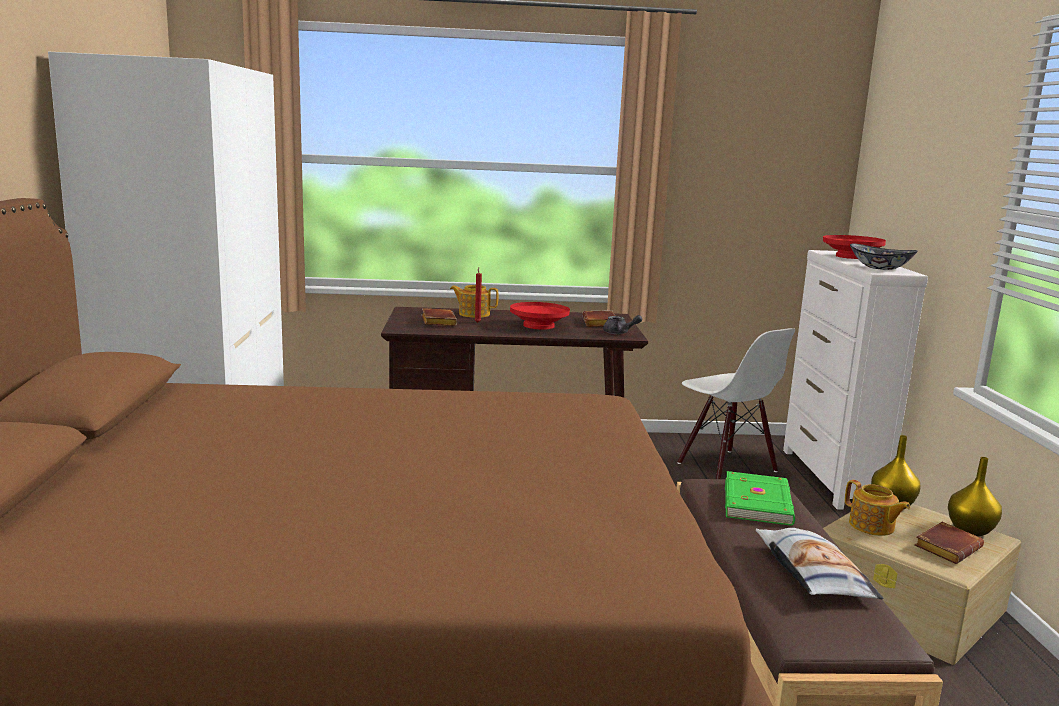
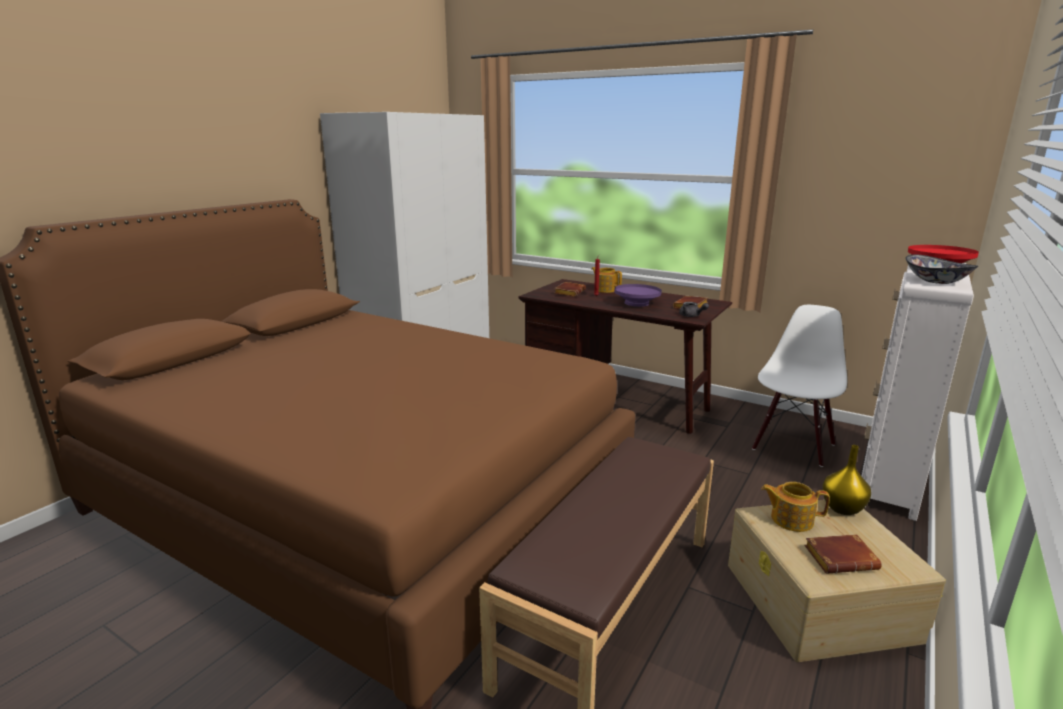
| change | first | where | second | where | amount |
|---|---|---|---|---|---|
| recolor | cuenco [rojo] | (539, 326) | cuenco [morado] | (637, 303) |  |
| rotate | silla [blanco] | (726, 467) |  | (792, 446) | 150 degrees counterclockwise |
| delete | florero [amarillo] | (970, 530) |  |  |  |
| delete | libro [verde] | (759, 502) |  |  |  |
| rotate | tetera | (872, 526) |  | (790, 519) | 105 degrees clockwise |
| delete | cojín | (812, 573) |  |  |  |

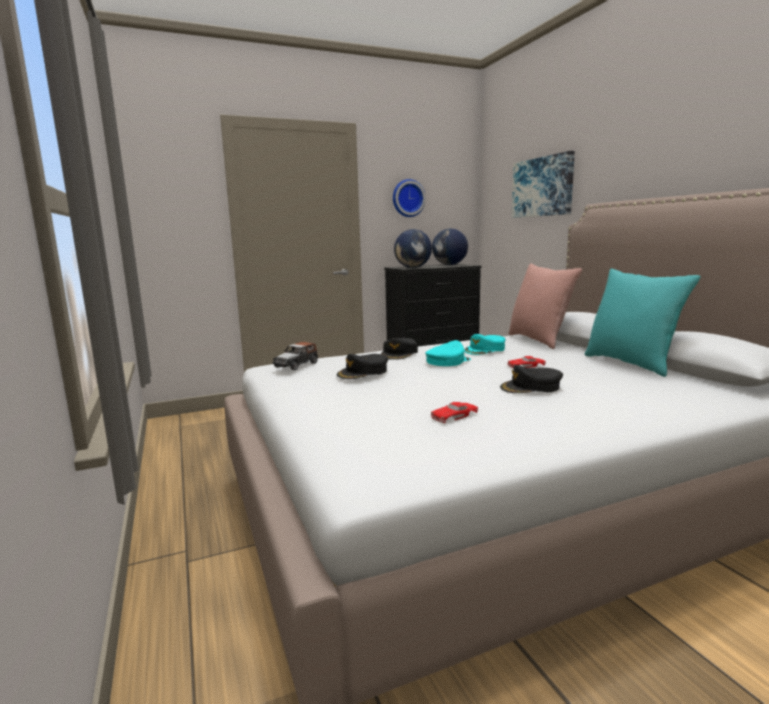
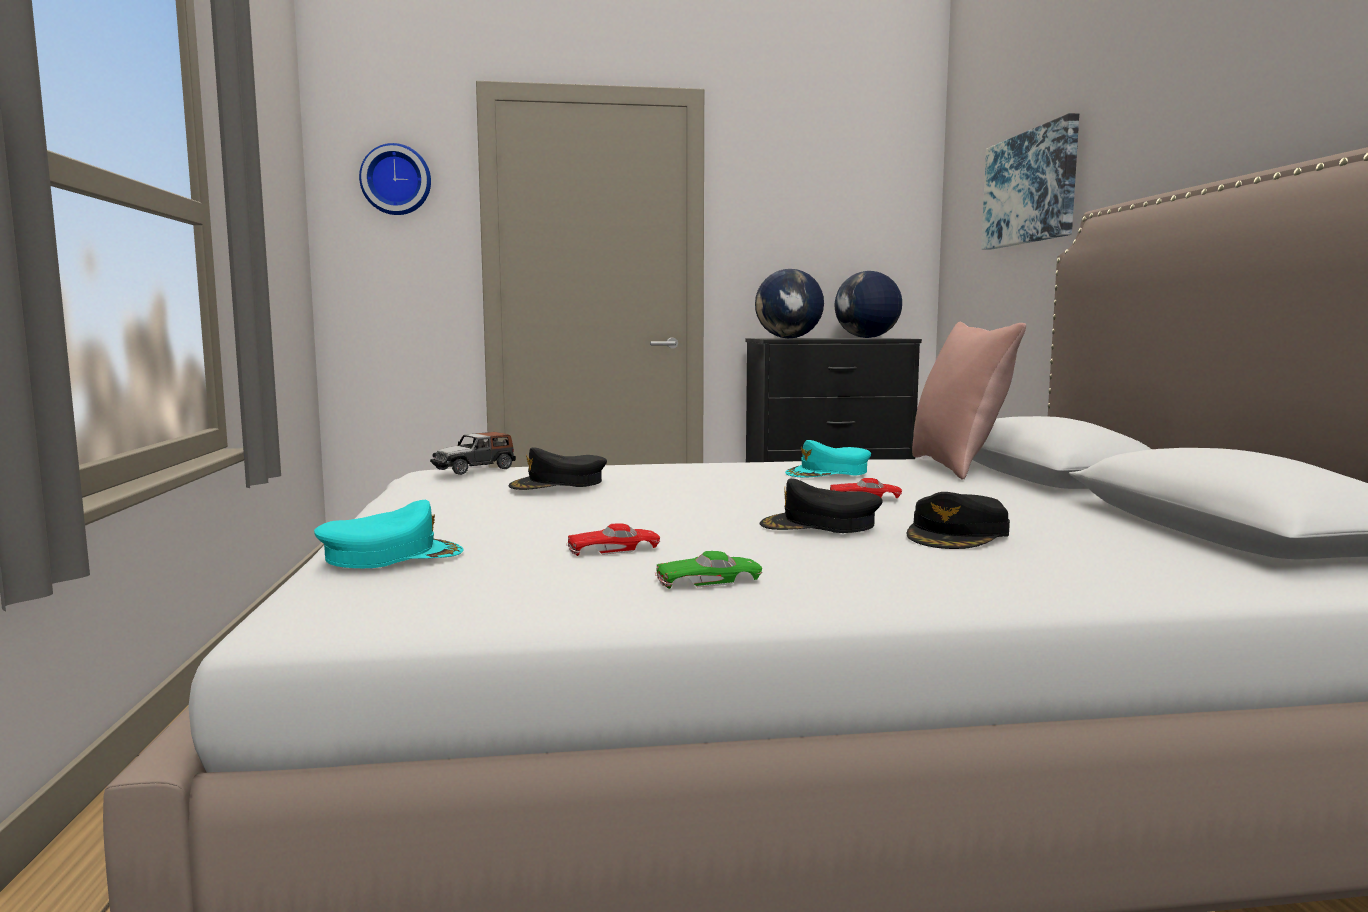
| change | first | where | second | where | amount |
|---|---|---|---|---|---|
| move | reloj de pared | (407, 198) |  | (396, 180) |  |
| delete | cojín [turquesa] | (631, 364) |  |  |  |
| move | gorra [negro] | (399, 353) |  | (958, 535) |  |
| move | gorra [turquesa] | (447, 361) |  | (391, 555) |  |
| insert |  |  | coche de juguete [verde] | (708, 580) |  |

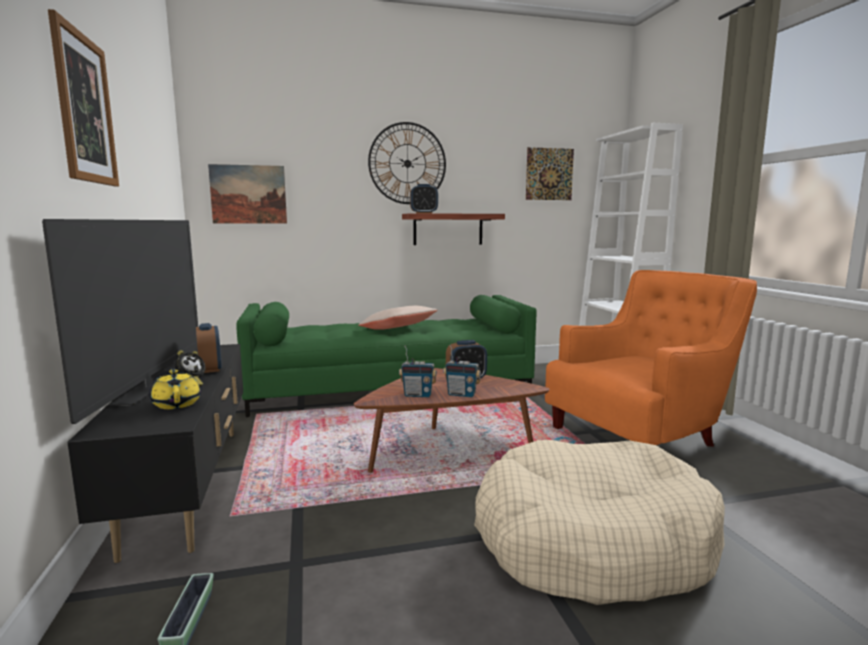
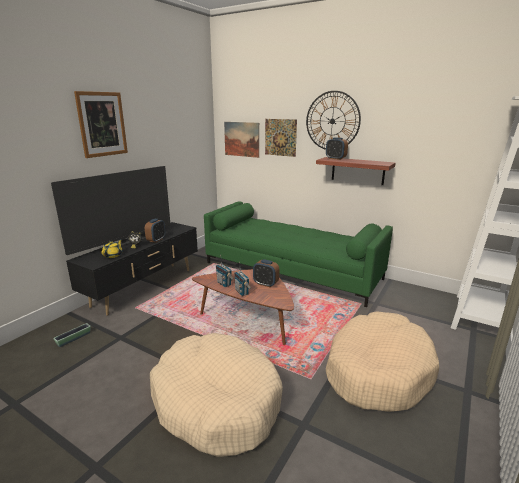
| change | first | where | second | where | amount |
|---|---|---|---|---|---|
| move | cuadro | (549, 174) |  | (280, 137) |  |
| replace | sillón [naranja] | (642, 435) | cama para perro [beis] | (377, 370) |  |
| delete | cojín [beis] | (398, 329) |  |  |  |

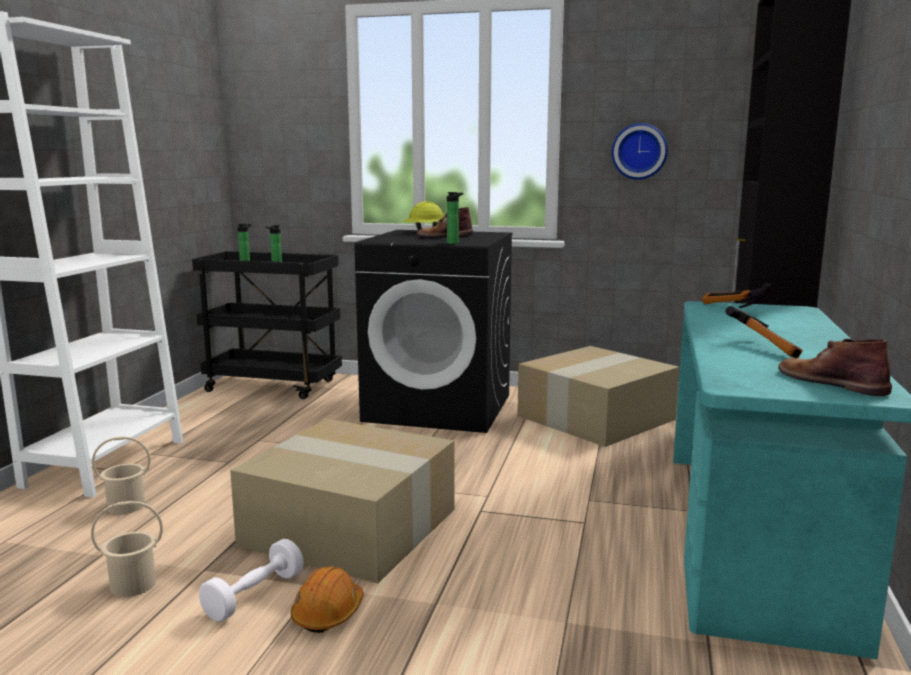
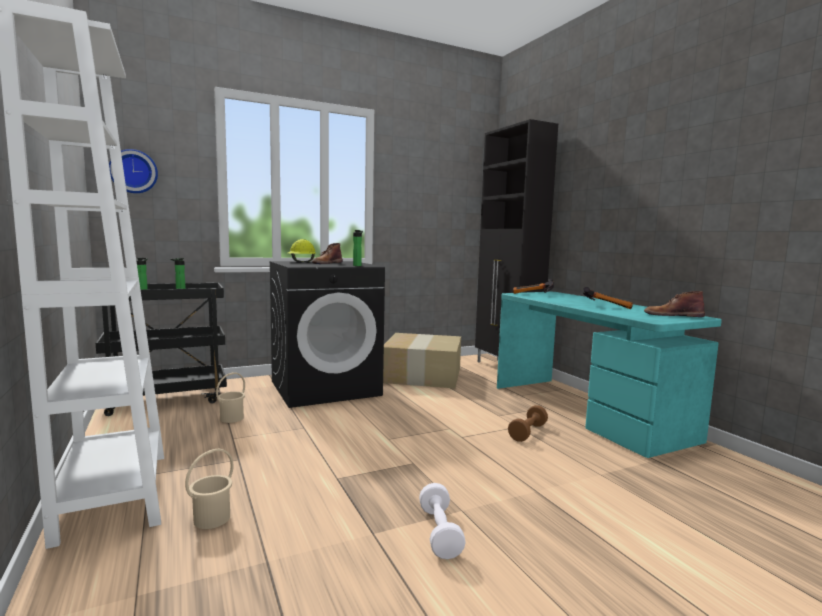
| change | first | where | second | where | amount |
|---|---|---|---|---|---|
| move | reloj de pared | (639, 151) |  | (133, 171) |  |
| delete | caja de cartón | (354, 526) |  |  |  |
| move | cubo [beis] | (133, 584) |  | (231, 418) |  |
| delete | casco [naranja] | (328, 613) |  |  |  |
| insert |  |  | mancuerna [marrón] | (527, 432) |  |

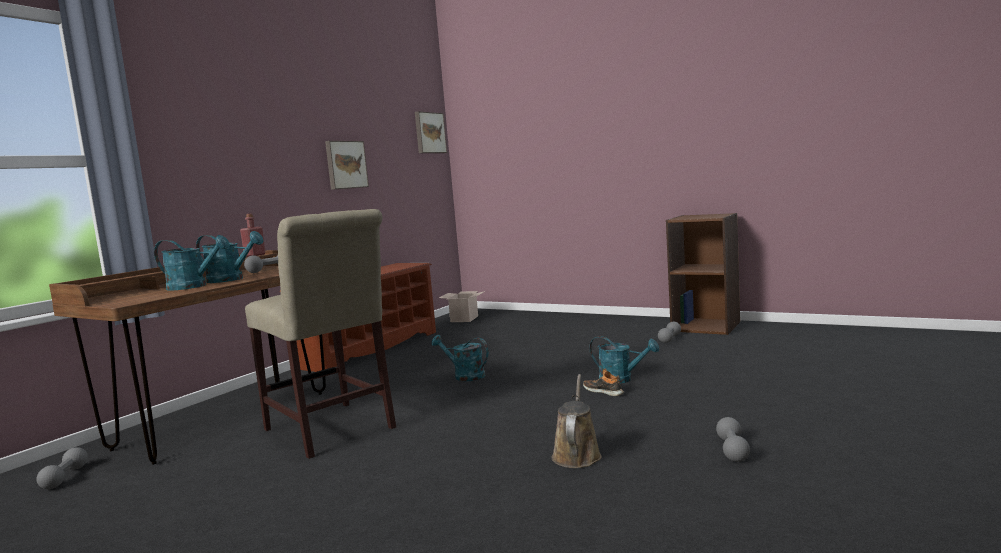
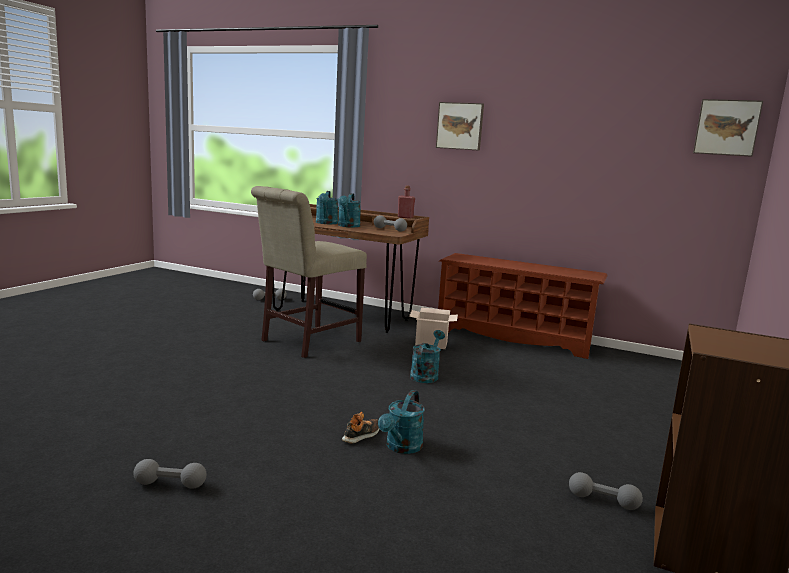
| change | first | where | second | where | amount |
|---|---|---|---|---|---|
| move | cuadro | (345, 165) |  | (460, 126) |  |
| move | caja de cartón | (464, 319) |  | (432, 343) |  |
| delete | regadera [marrón] | (576, 454) |  |  |  |

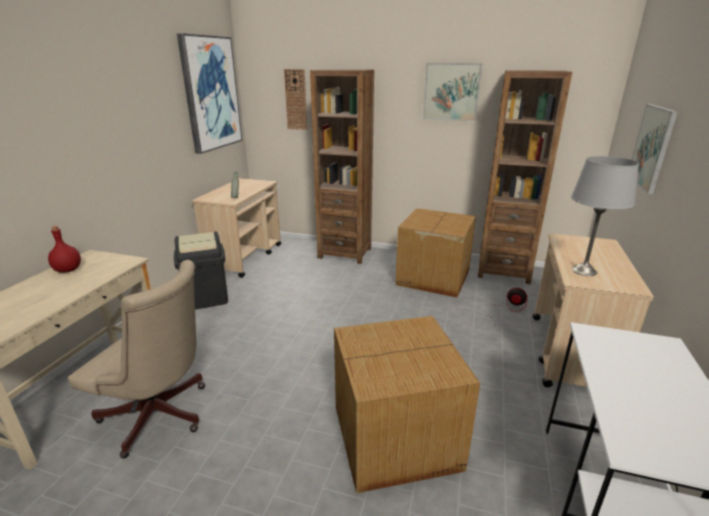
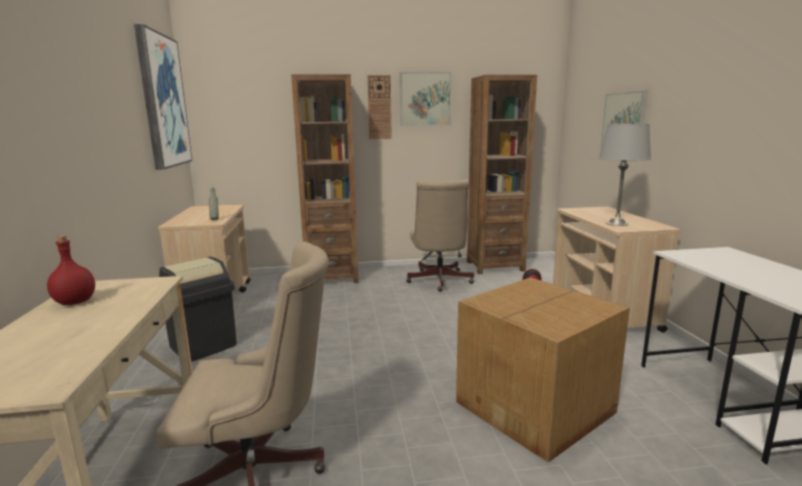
| change | first | where | second | where | amount |
|---|---|---|---|---|---|
| move | reloj de pared | (296, 99) |  | (379, 107) |  |
| replace | caja de cartón | (432, 278) | silla de oficina [beis] | (439, 281) |  |

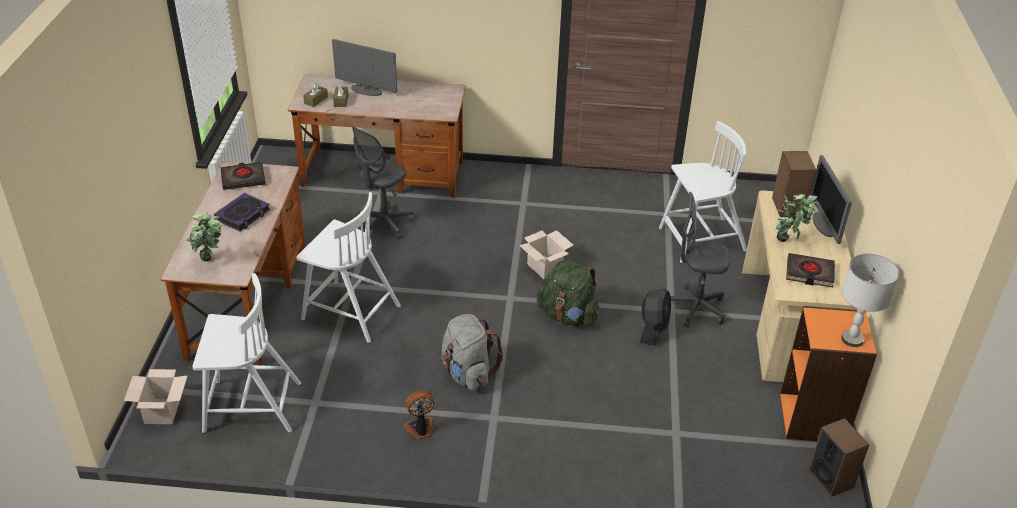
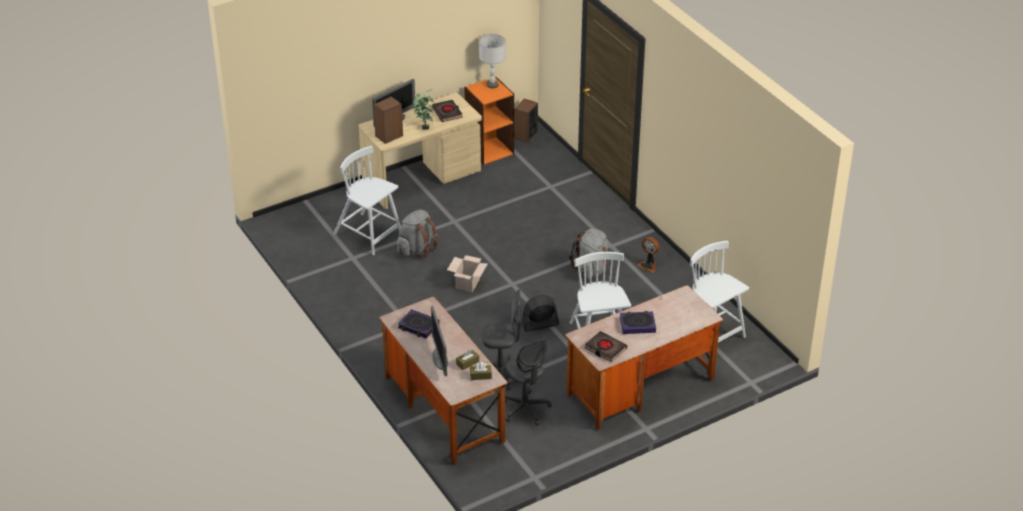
| change | first | where | second | where | amount |
|---|---|---|---|---|---|
| move | silla de oficina [gris] | (695, 308) |  | (525, 409) |  |
| delete | planta en maceta | (211, 262) |  |  |  |
| delete | mochila [verde] | (568, 316) |  |  |  |
| move | ventilador [negro] | (653, 329) |  | (540, 324) |  |
| delete | caja de cartón | (162, 410) |  |  |  |
| insert |  |  | mochila [gris] | (417, 249) |  |
| insert |  |  | libro | (418, 326) |  |

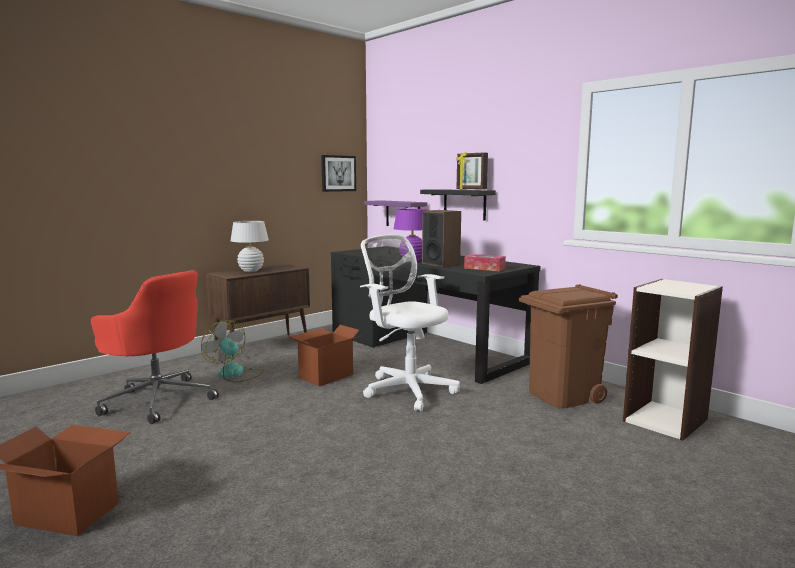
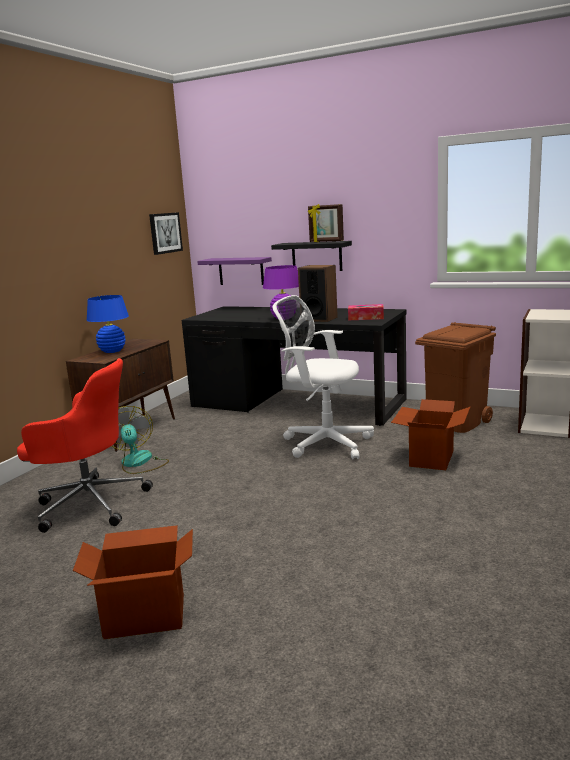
| change | first | where | second | where | amount |
|---|---|---|---|---|---|
| recolor | lámpara de mesa [blanco] | (251, 270) | lámpara de mesa [azul] | (112, 351) |  |
| rotate | ventilador | (235, 374) |  | (138, 463) | 45 degrees clockwise |
| move | caja de cartón | (325, 376) |  | (430, 458) |  |

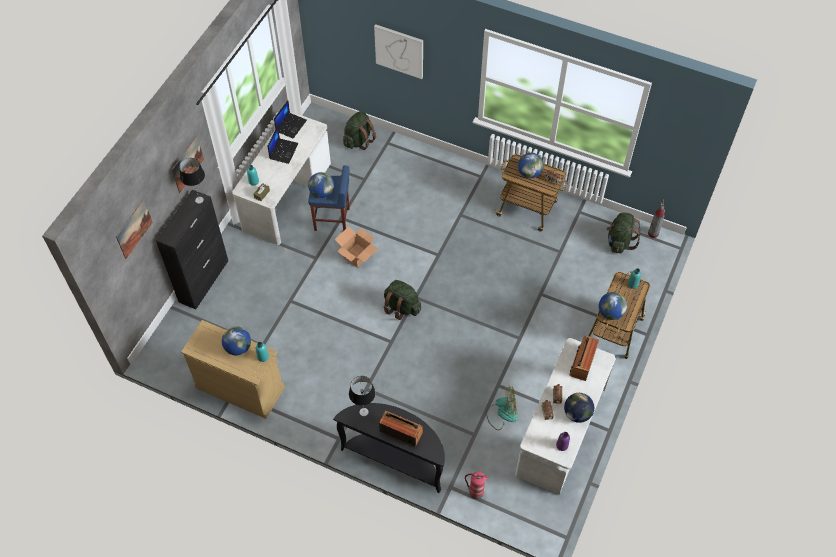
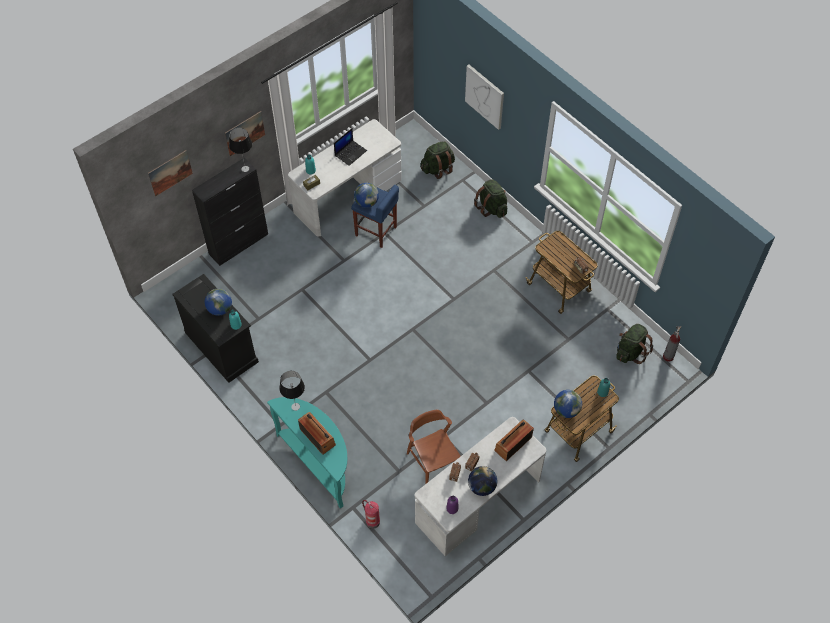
| change | first | where | second | where | amount |
|---|---|---|---|---|---|
| delete | portátil | (291, 125) |  |  |  |
| delete | globo terráqueo | (529, 173) |  |  |  |
| delete | caja de cartón | (357, 255) |  |  |  |
| move | mochila [verde] | (401, 307) |  | (491, 208) |  |
| recolor | cómoda [beis] | (240, 387) | cómoda [negro] | (221, 347) |  |
| replace | ventilador | (502, 413) | silla [marrón] | (433, 463) |  |
| recolor | mesa consola [negro] | (396, 458) | mesa consola [turquesa] | (319, 463) |  |

